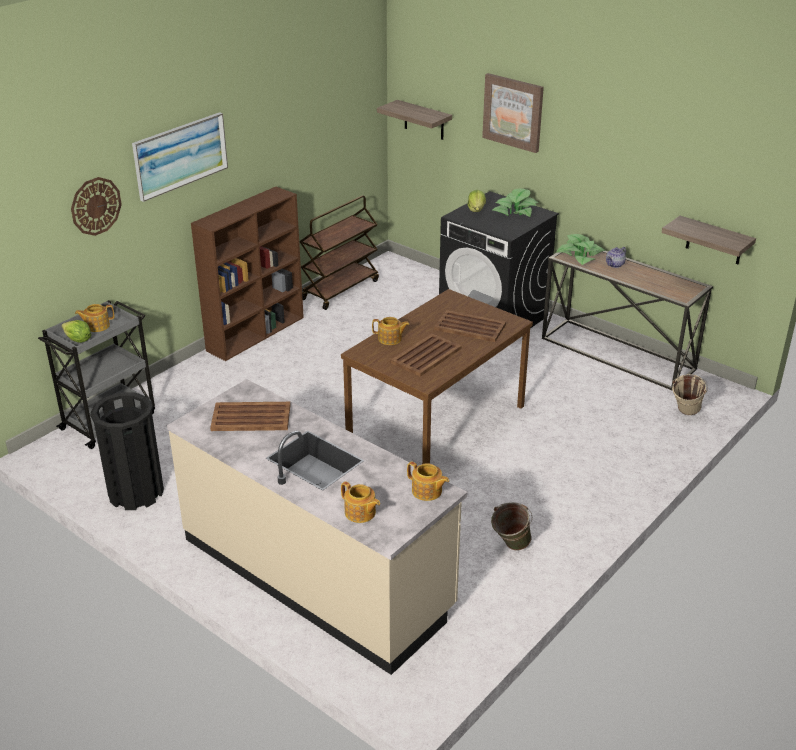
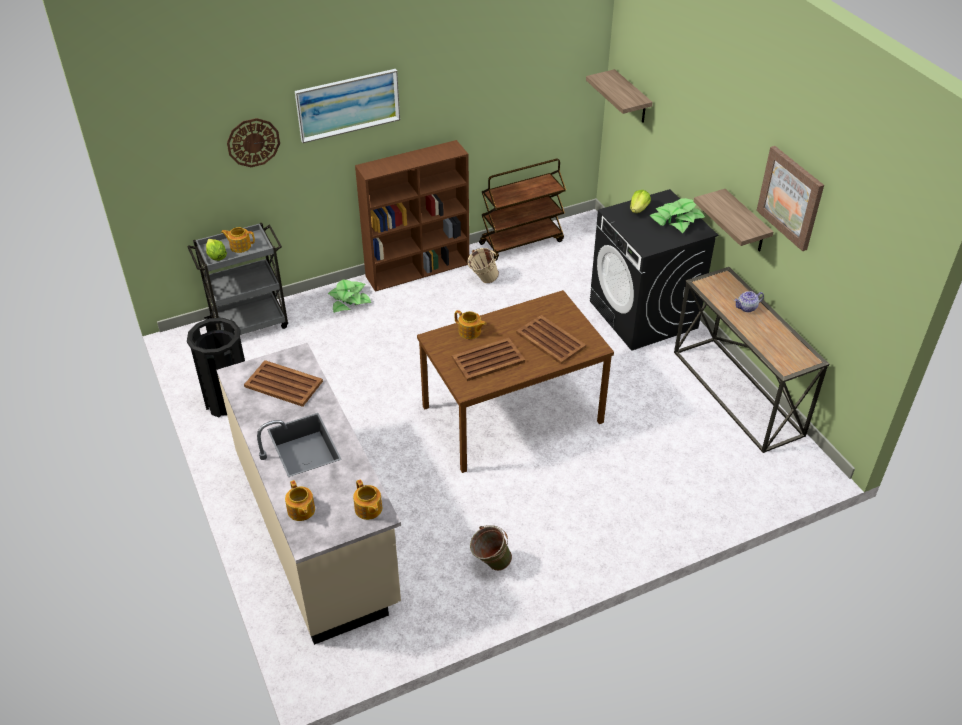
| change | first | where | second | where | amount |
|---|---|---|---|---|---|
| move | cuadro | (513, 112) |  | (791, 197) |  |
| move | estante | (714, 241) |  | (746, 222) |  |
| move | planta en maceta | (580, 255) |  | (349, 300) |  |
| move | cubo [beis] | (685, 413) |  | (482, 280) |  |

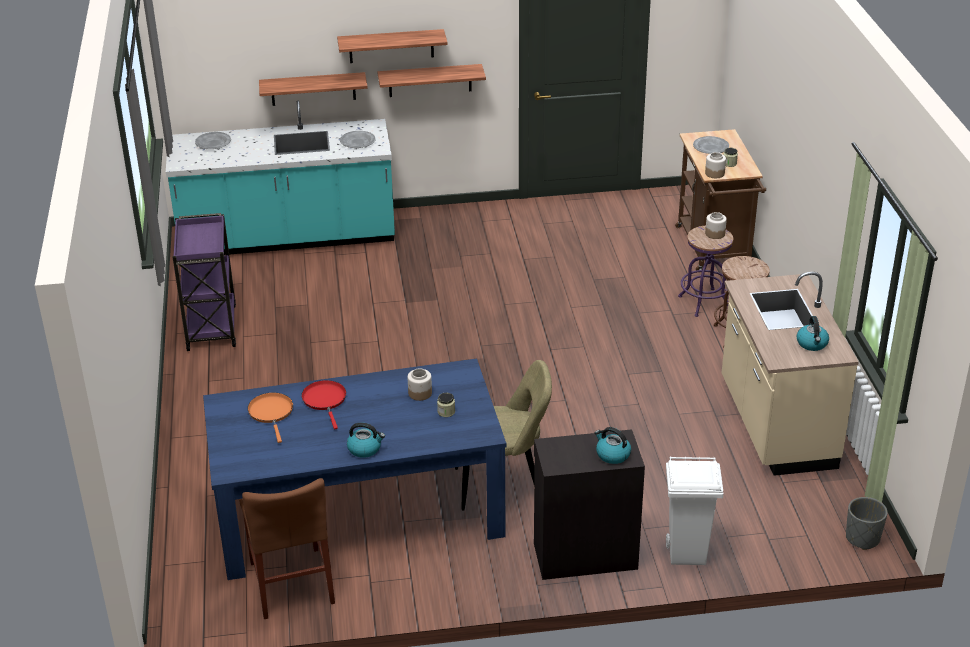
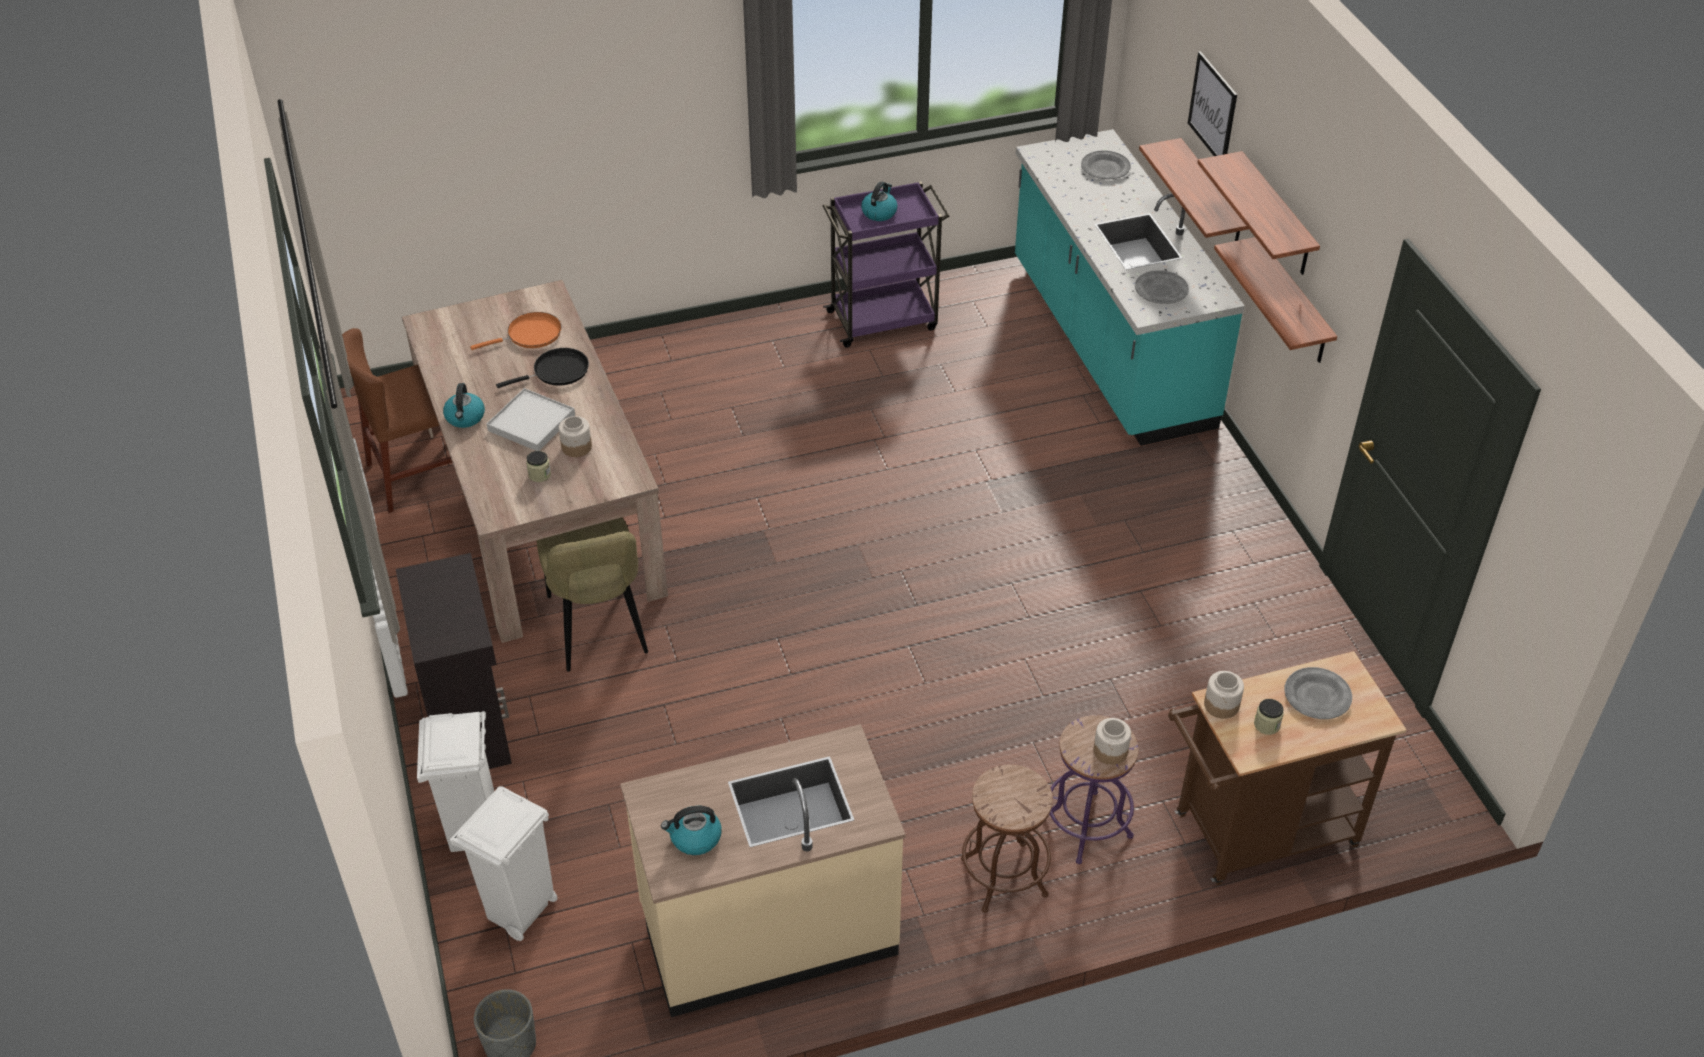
| change | first | where | second | where | amount |
|---|---|---|---|---|---|
| recolor | mesa de comedor [azul] | (358, 512) | mesa de comedor [beis] | (541, 506) |  |
| recolor | sartén [rojo] | (325, 400) | sartén [negro] | (557, 371) |  |
| move | hervidor | (612, 455) |  | (879, 212) |  |
| insert |  |  | cuadro | (1212, 109) |  |
| insert |  |  | bandeja [blanco] | (531, 423) |  |
| insert |  |  | papelera [blanco] | (520, 913) |  |

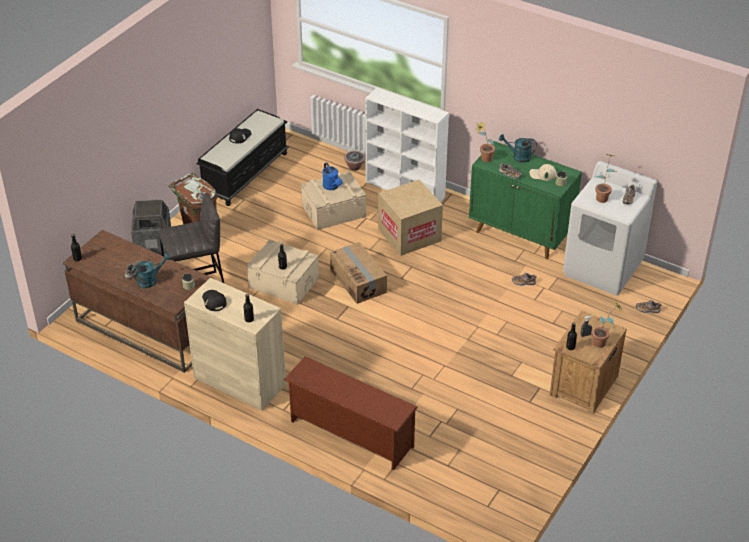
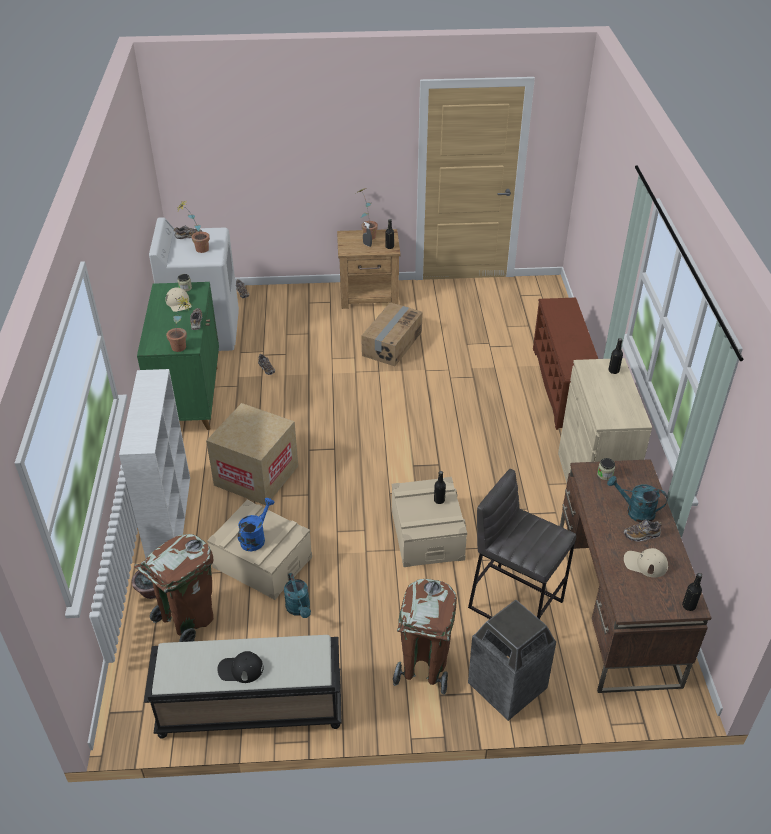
| change | first | where | second | where | amount |
|---|---|---|---|---|---|
| move | regadera [turquesa] | (518, 157) |  | (299, 609) |  |
| move | caja de cartón | (358, 281) |  | (391, 344) |  |
| delete | gorra [negro] | (214, 301) |  |  |  |
| insert |  |  | papelera [marrón] | (187, 620) |  |
| insert |  |  | gorra [beis] | (645, 564) |  |

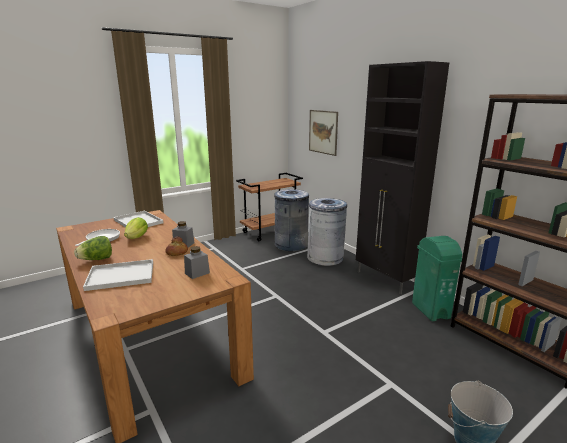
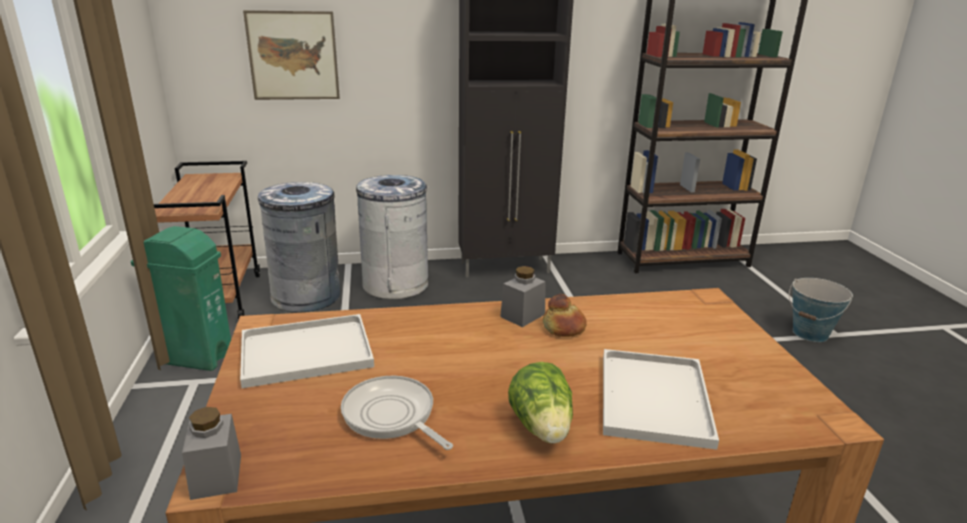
| change | first | where | second | where | amount |
|---|---|---|---|---|---|
| delete | lechuga | (137, 237) |  |  |  |
| move | papelera [verde] | (430, 310) |  | (195, 357) |  |
| move | tarro [gris] | (197, 273) |  | (216, 476) |  |

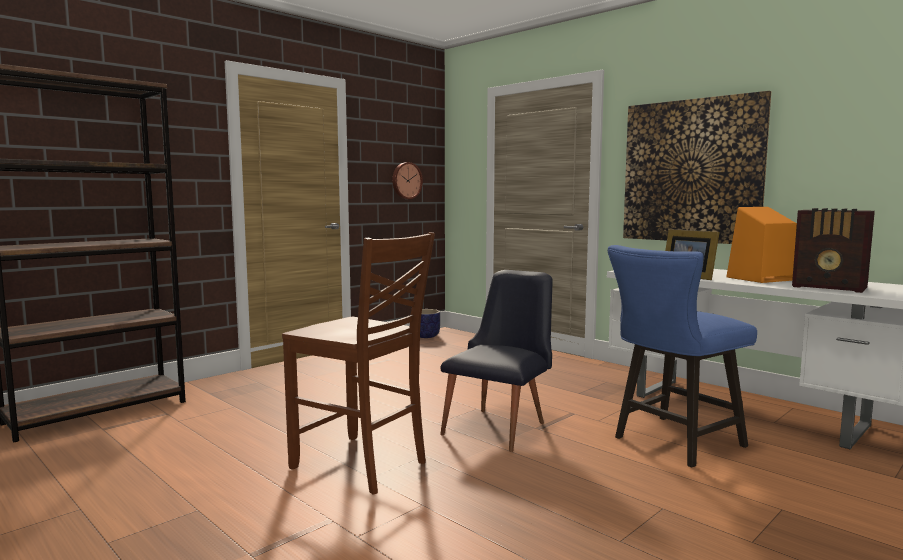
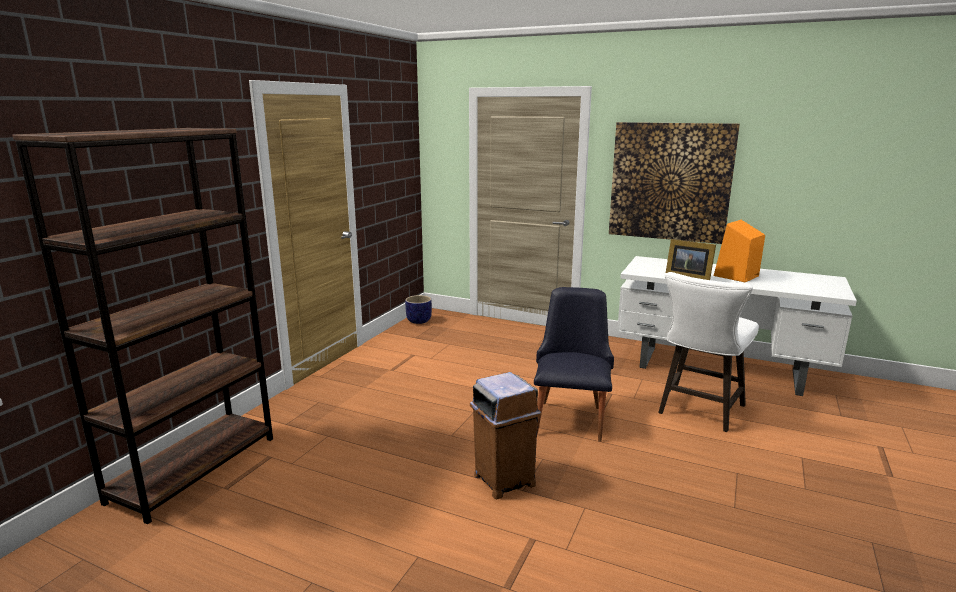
| change | first | where | second | where | amount |
|---|---|---|---|---|---|
| delete | reloj de pared | (406, 180) |  |  |  |
| delete | radio | (830, 287) |  |  |  |
| replace | silla [marrón] | (361, 465) | papelera [marrón] | (504, 479) |  |
| recolor | taburete [azul] | (672, 443) | taburete [blanco] | (698, 411) |  |

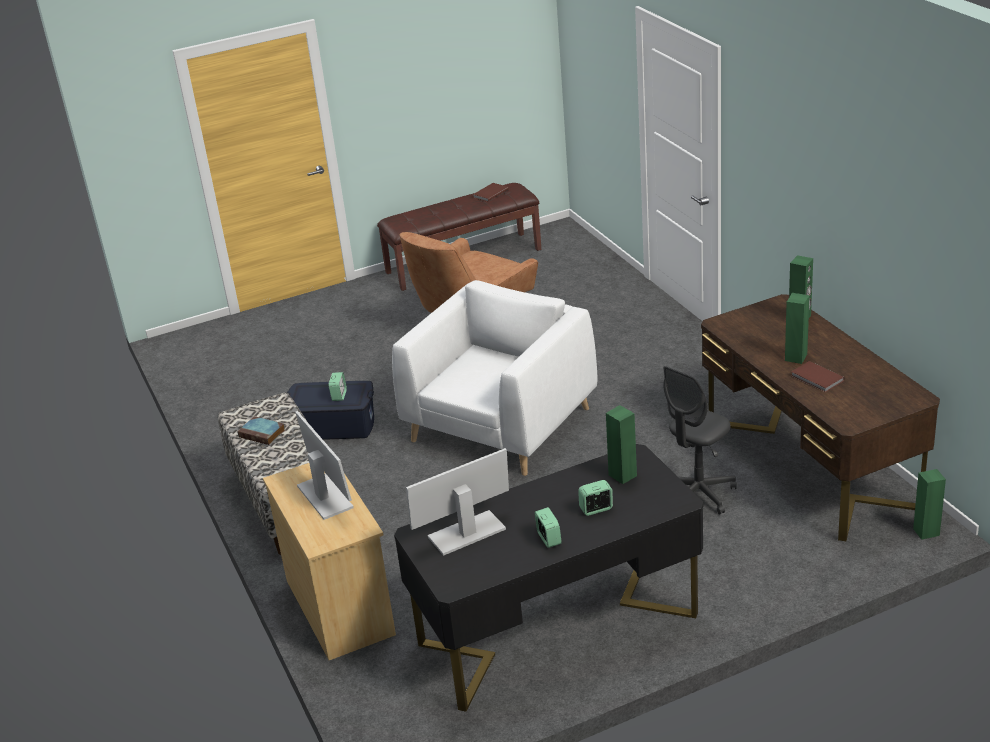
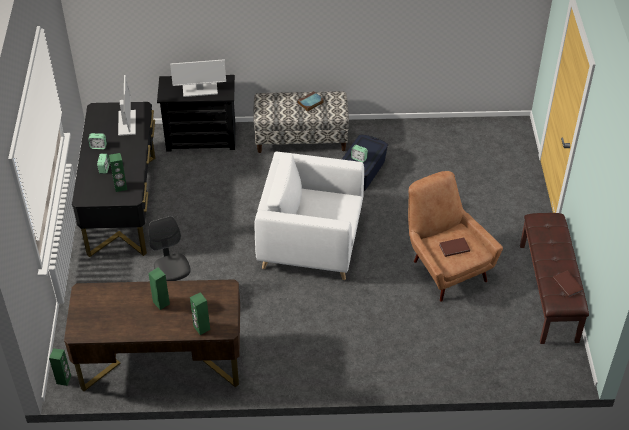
| change | first | where | second | where | amount |
|---|---|---|---|---|---|
| rotate | sillón [blanco] | (501, 424) |  | (310, 241) | 135 degrees clockwise |
| move | libro [marrón] | (817, 379) |  | (453, 247) |  |
| recolor | cómoda [beis] | (339, 606) | cómoda [negro] | (201, 138) |  |

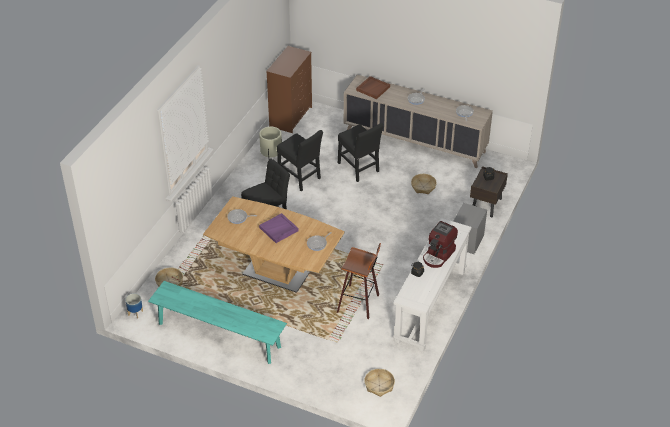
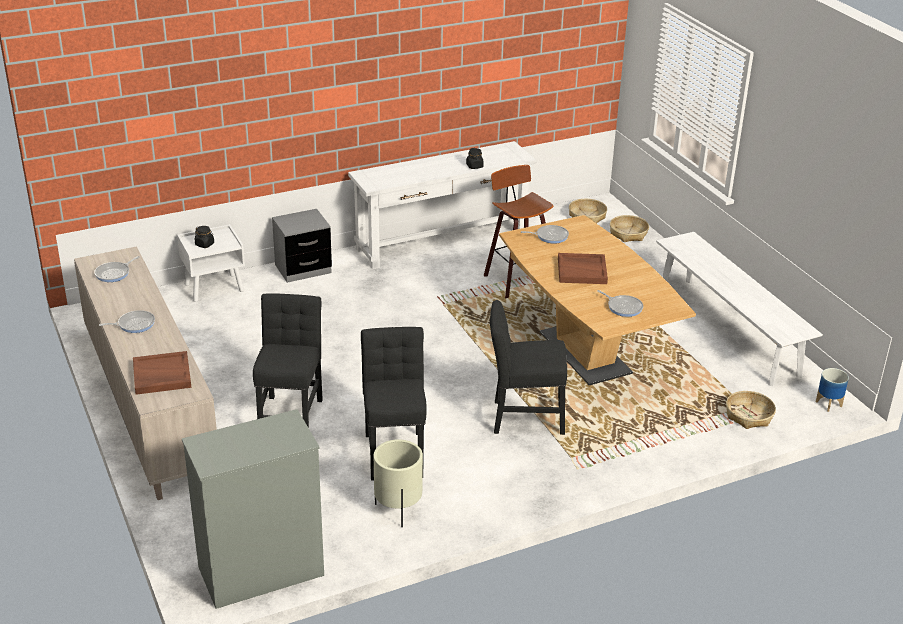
| change | first | where | second | where | amount |
|---|---|---|---|---|---|
| recolor | cómoda [marrón] | (291, 116) | cómoda [gris] | (260, 571) |  |
| recolor | mesita de noche [marrón] | (486, 205) | mesita de noche [blanco] | (215, 288) |  |
| move | cesta | (423, 187) |  | (628, 234) |  |
| recolor | bandeja [morado] | (278, 229) | bandeja [marrón] | (582, 270) |  |
| delete | cafetera | (439, 255) |  |  |  |
| recolor | banco [turquesa] | (219, 335) | banco [blanco] | (727, 329) |  |

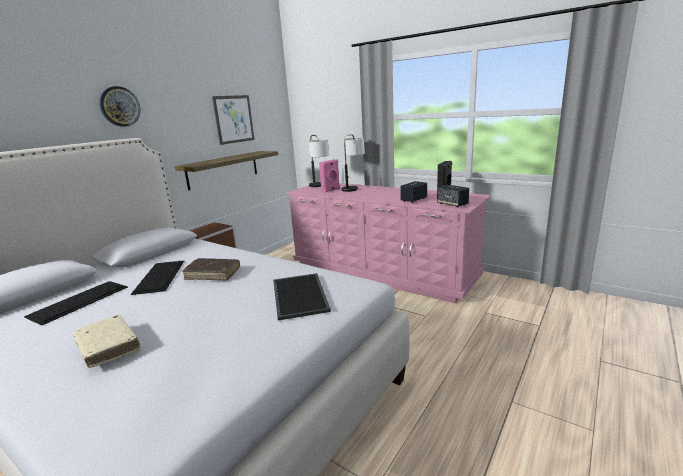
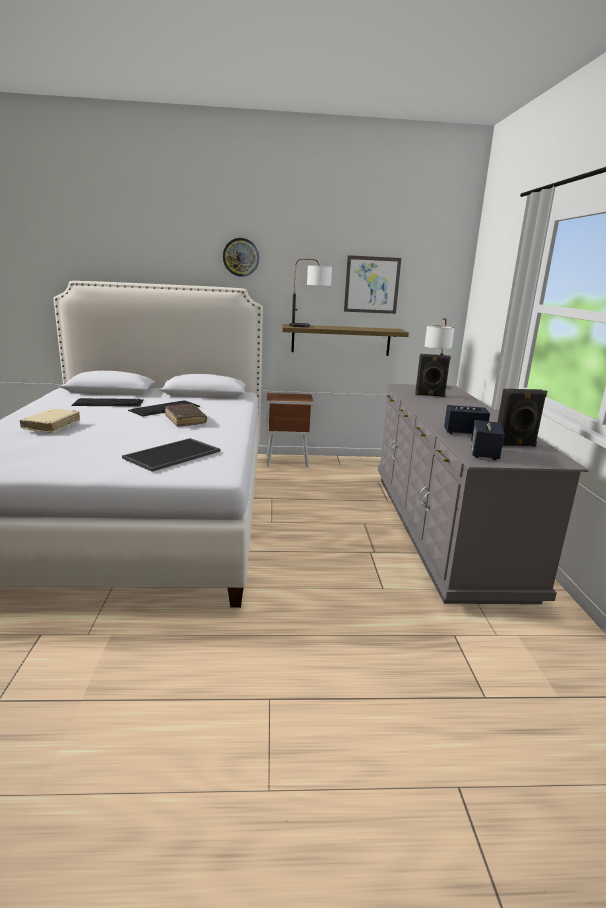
| change | first | where | second | where | amount |
|---|---|---|---|---|---|
| move | lámpara de mesa | (353, 187) |  | (309, 326) |  |
| recolor | altavoz [rosa] | (331, 190) | altavoz [negro] | (430, 395) |  |
| recolor | cómoda [rosa] | (381, 272) | cómoda [gris] | (442, 528) |  |

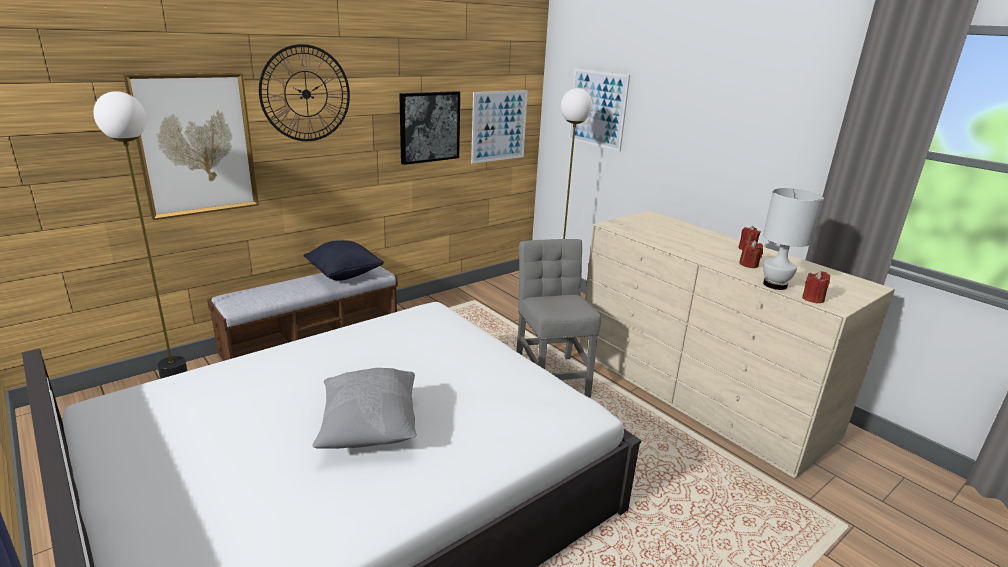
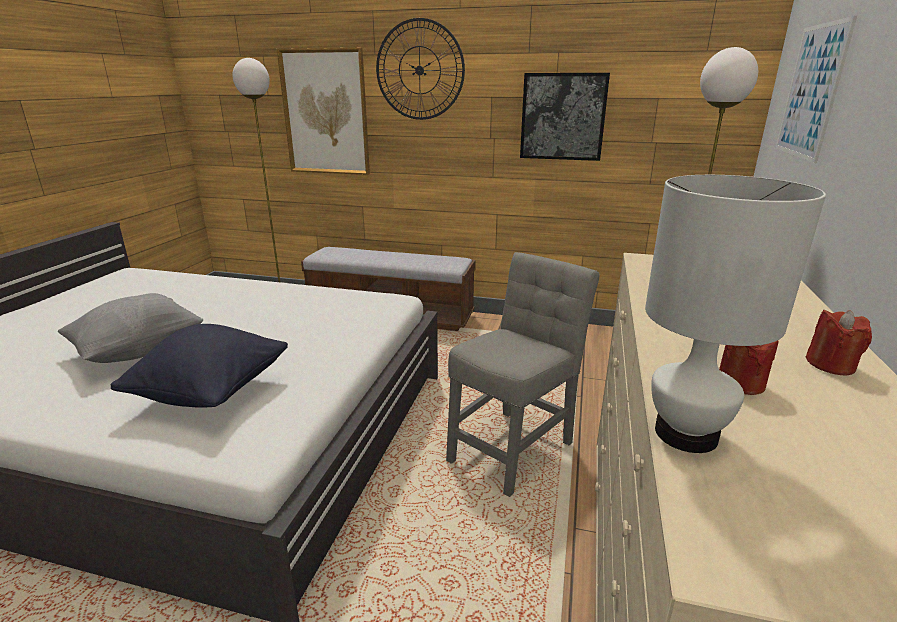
| change | first | where | second | where | amount |
|---|---|---|---|---|---|
| delete | cuadro | (499, 126) |  |  |  |
| move | cojín [negro] | (344, 275) |  | (211, 393) |  |
| delete | vela [rojo] | (813, 299) |  |  |  |

